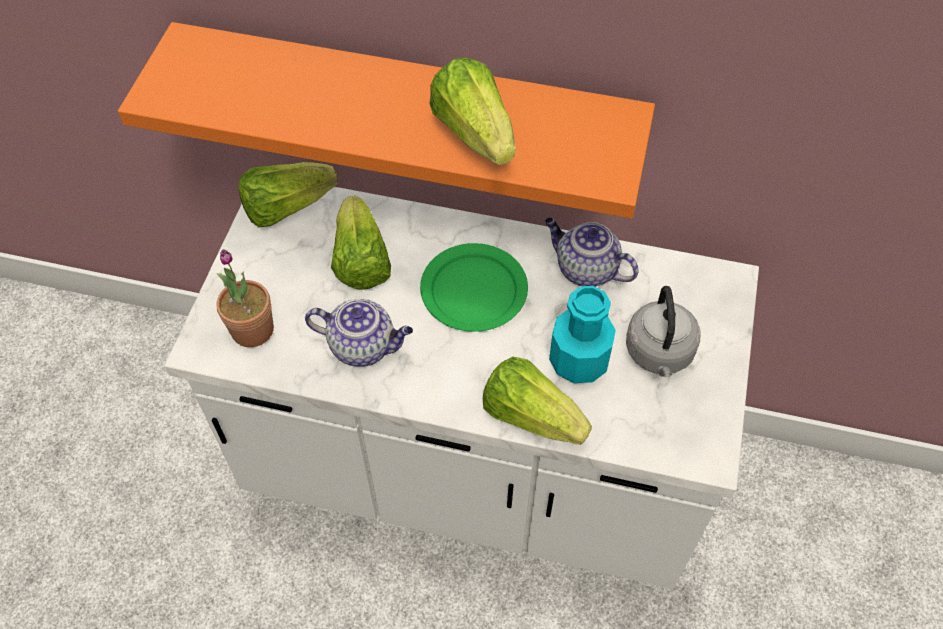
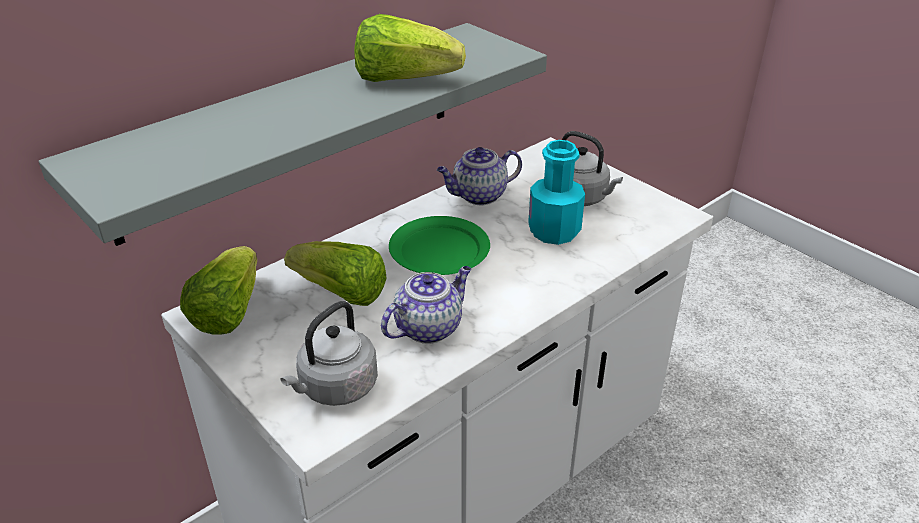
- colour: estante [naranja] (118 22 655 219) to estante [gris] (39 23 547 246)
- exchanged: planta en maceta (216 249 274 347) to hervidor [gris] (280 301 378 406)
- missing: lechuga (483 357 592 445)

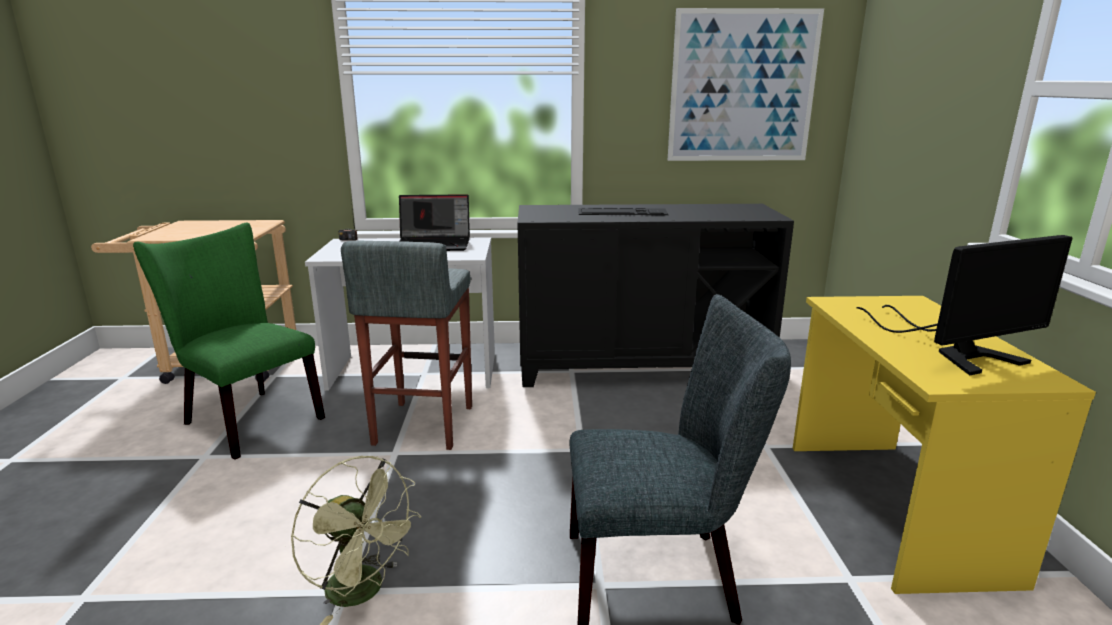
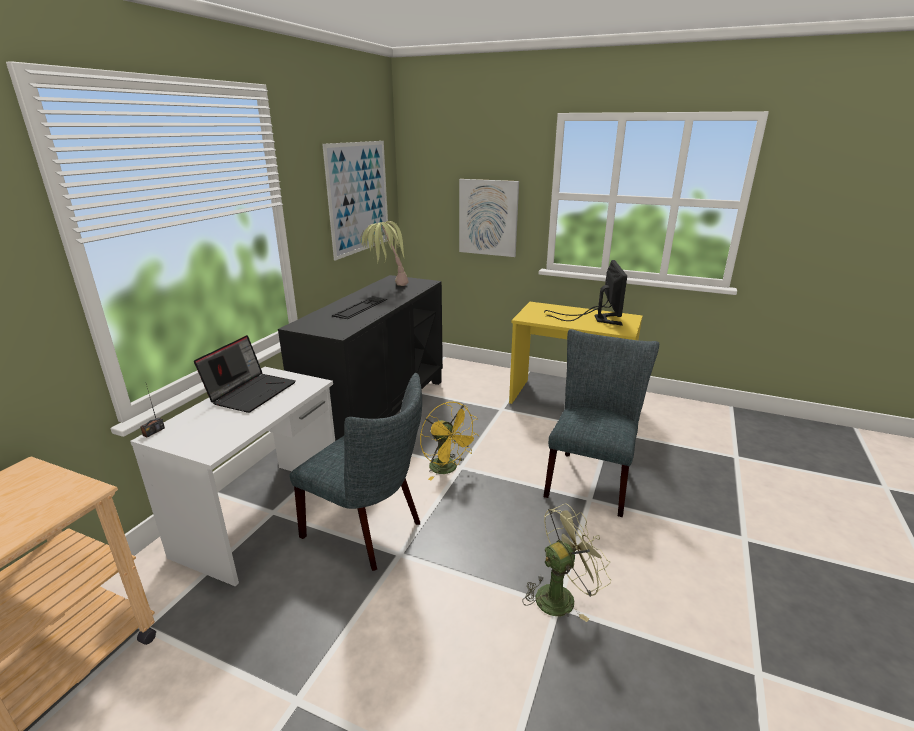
- missing: silla [verde] (133 223 325 460)
- exchanged: taburete [gris] (341 241 472 450) to silla [gris] (290 373 422 571)
- appeared: planta en maceta (360 221 409 286)
- appeared: ventilador [amarillo] (420 402 479 480)
- appeared: cuadro (459 179 519 257)

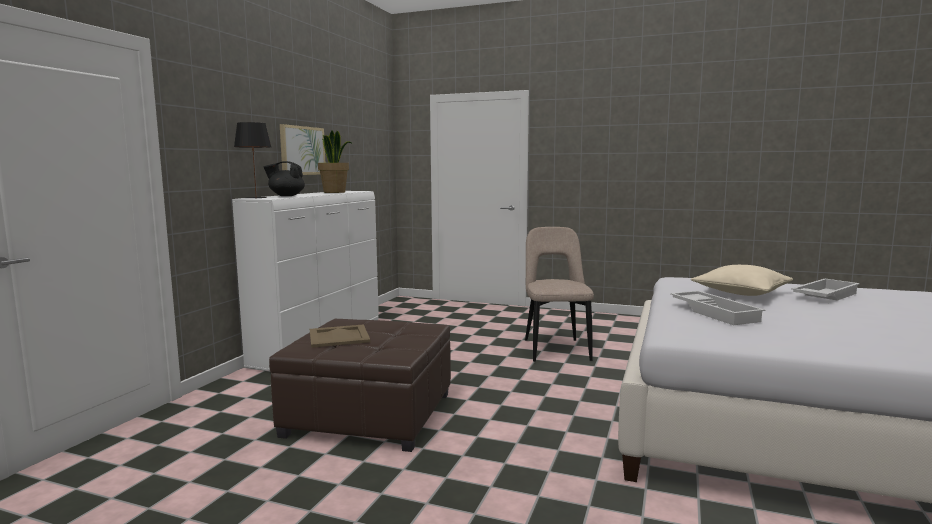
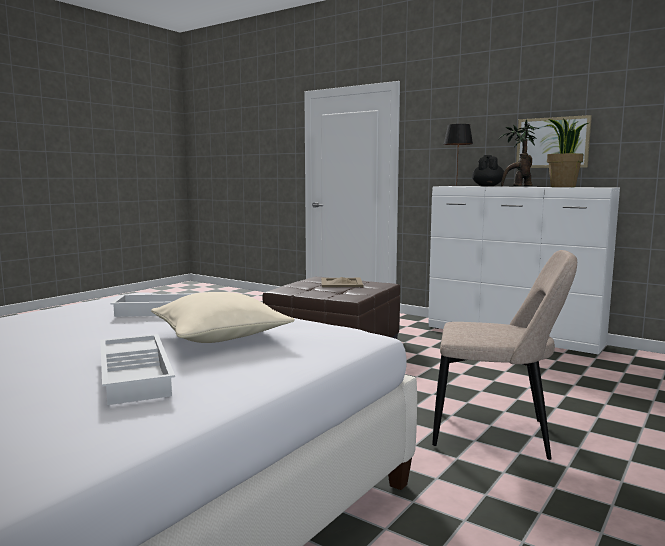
- appeared: planta en maceta (499 119 539 186)

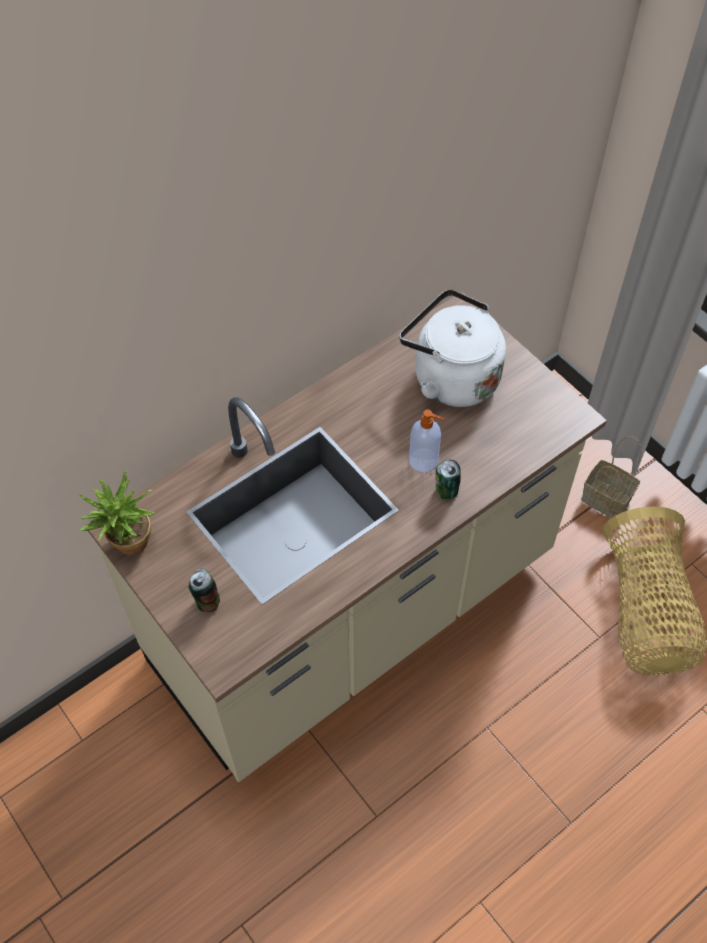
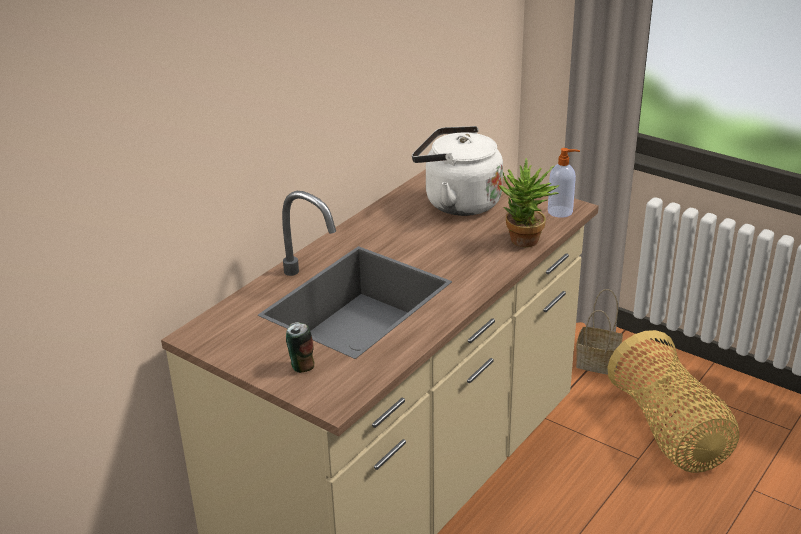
- relocated: planta en maceta (79 469 155 555) to (499 158 560 247)
- relocated: dispensador de jabón (409 409 445 472) to (548 148 580 218)
- missing: lata (435 460 461 499)

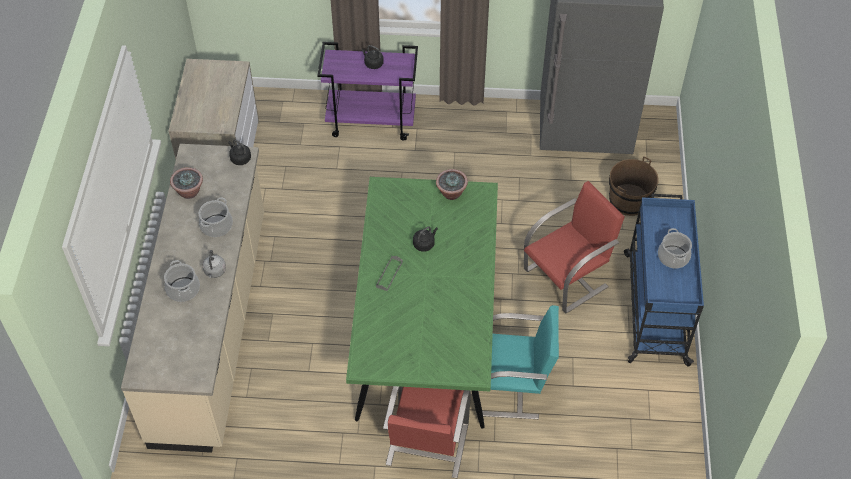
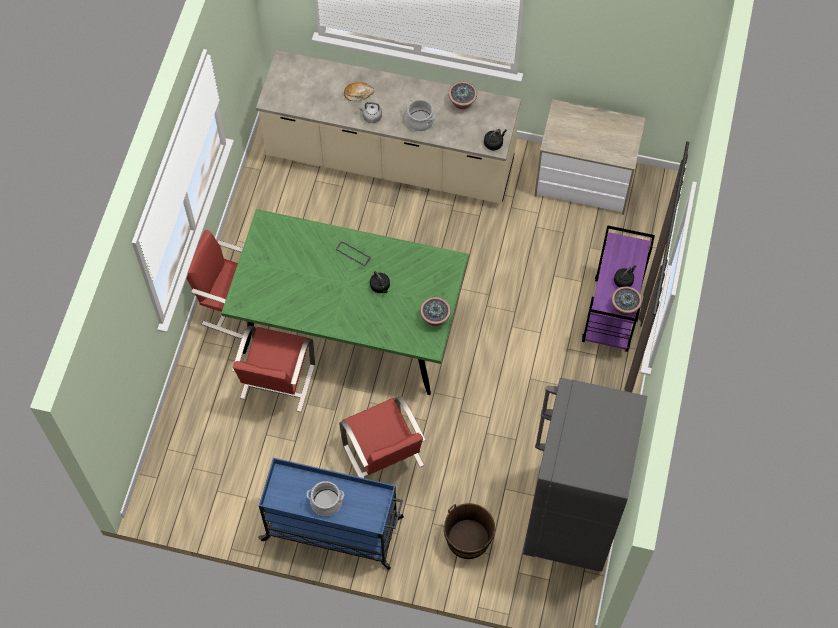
- exchanged: olla (164 260 200 302) to pan (344 82 375 101)
- colour: silla [turquesa] (478 305 559 419) to silla [rojo] (232 325 315 412)
- appeared: planta en maceta (612 286 642 315)

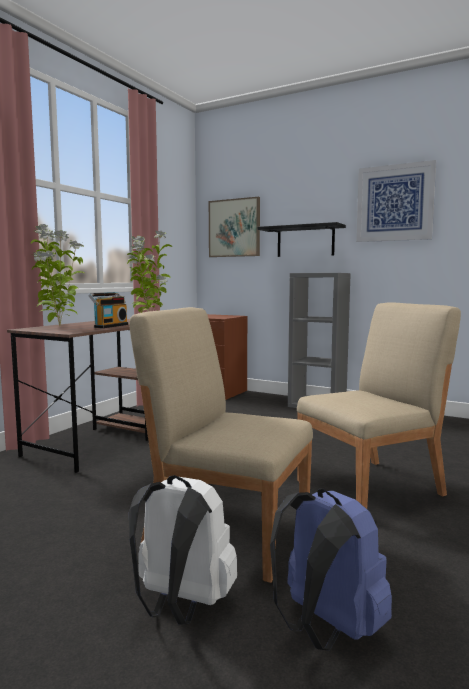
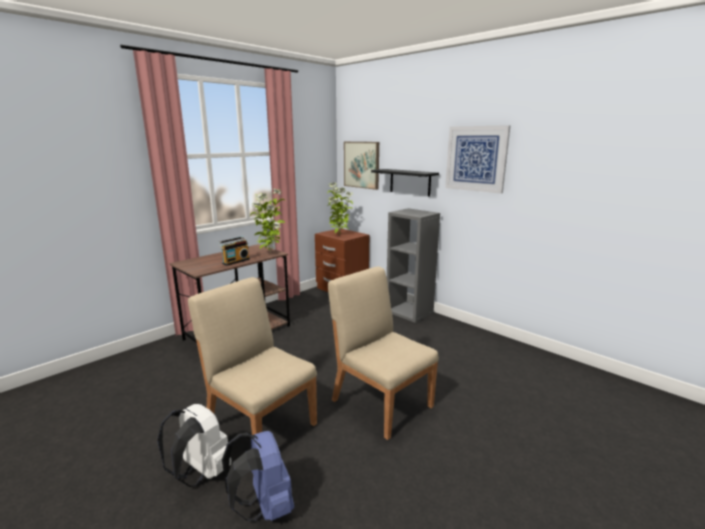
- relocated: planta en maceta (31 224 84 326) to (327 183 353 234)
- spun: silla [beis] (297 302 461 509) = (328 266 439 440) 120 degrees counterclockwise

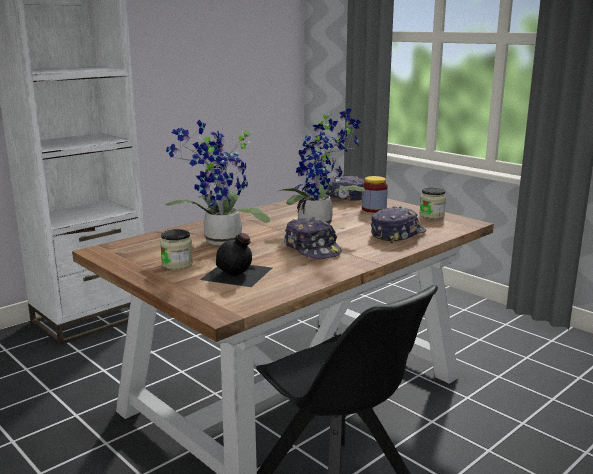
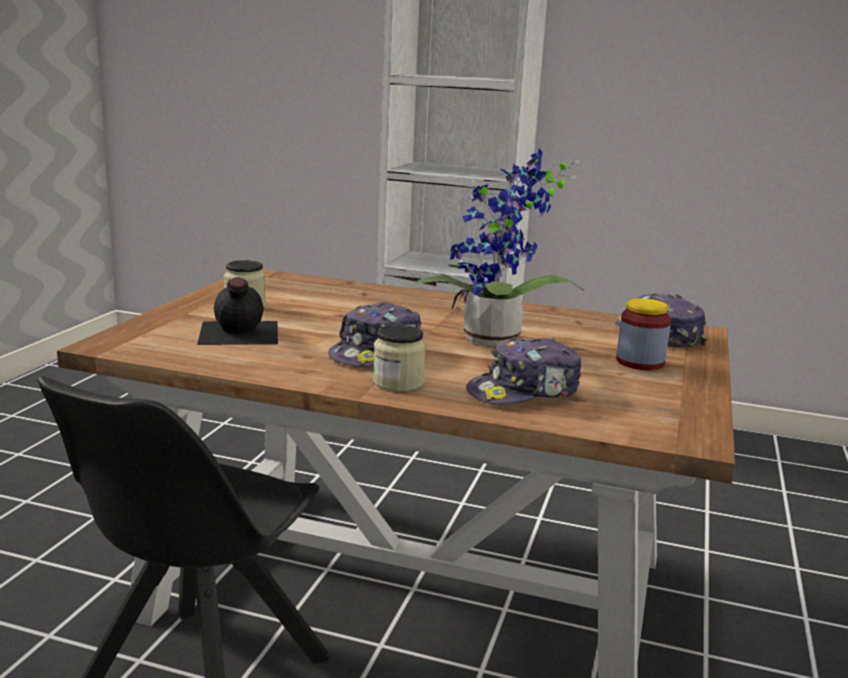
- missing: planta en maceta (166 120 270 245)
- spun: gorra (371 207 426 243) = (466 337 581 405) 135 degrees clockwise
- relocated: tarro (419 188 446 219) to (373 325 426 391)

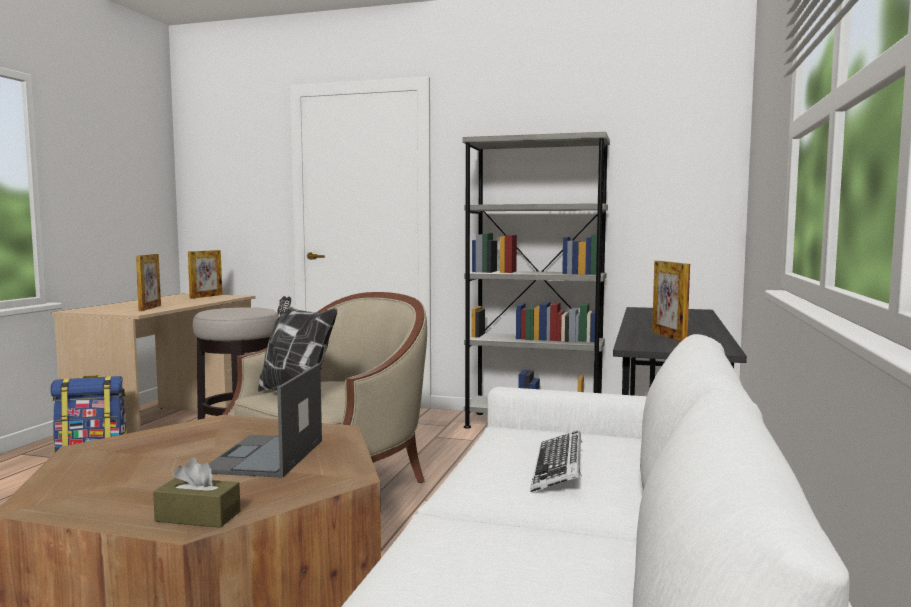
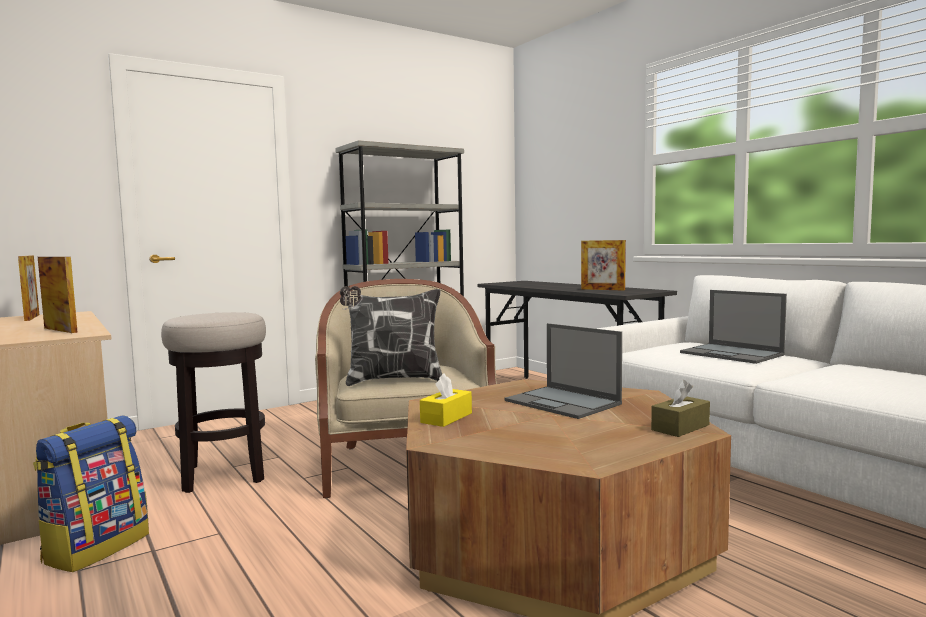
- exchanged: teclado (530 431 582 492) to portátil (680 290 787 364)
- appeared: caja de pañuelos [amarillo] (420 373 472 427)

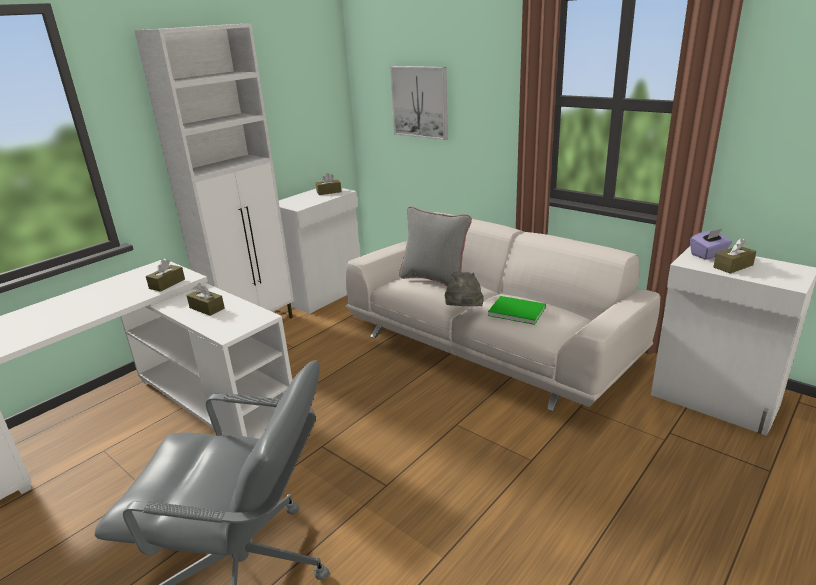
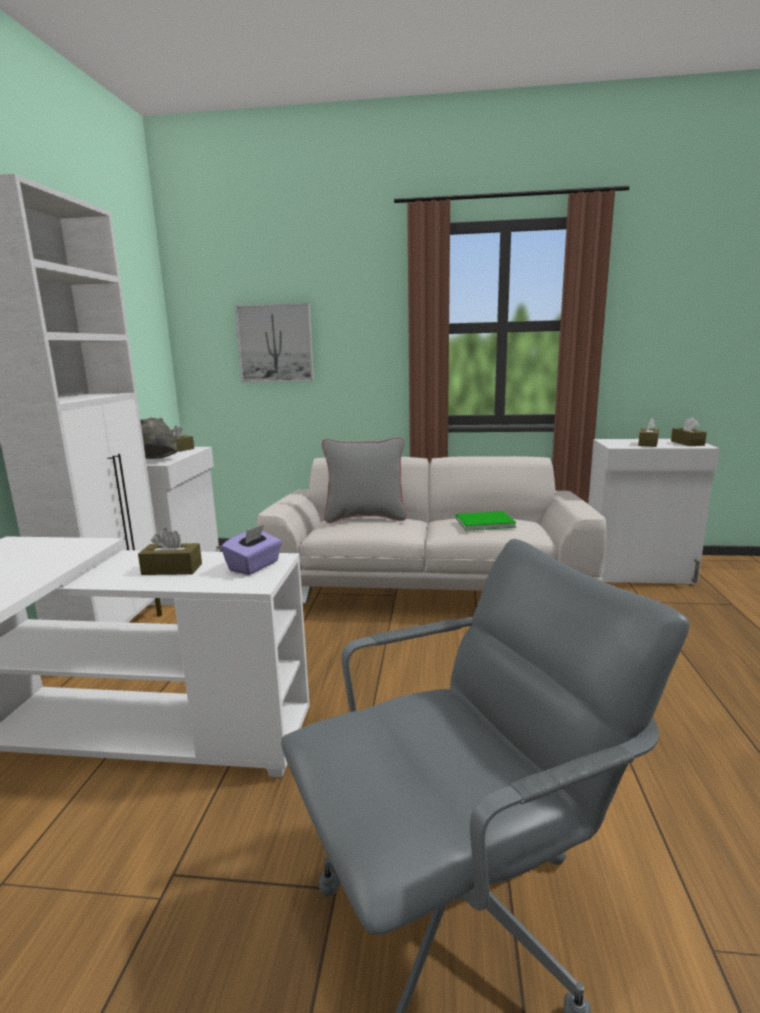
- relocated: caja de pañuelos [marrón] (146 259 185 292) to (671 417 707 446)
- relocated: sombrero [gris] (445 272 484 306) to (140 418 177 459)
- relocated: caja de pañuelos [morado] (690 229 732 260) to (221 525 282 575)

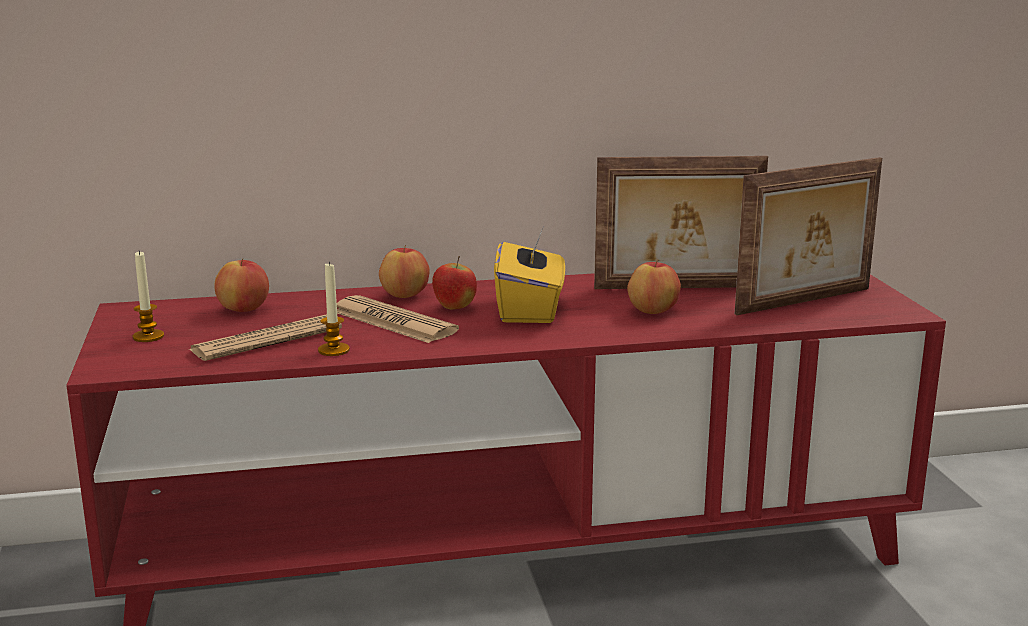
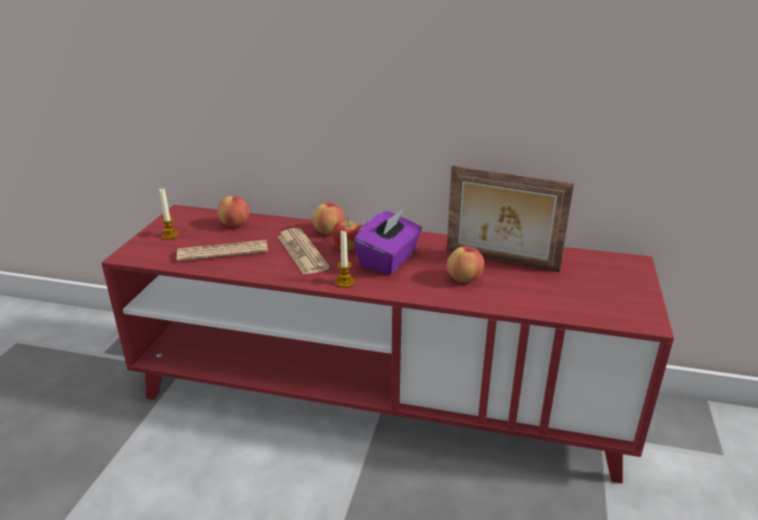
- relocated: vela (318 262 350 356) to (335 230 355 288)
- colour: caja de pañuelos [amarillo] (494 228 565 323) to caja de pañuelos [morado] (354 208 422 275)
- missing: portarretratos (735 157 882 315)

